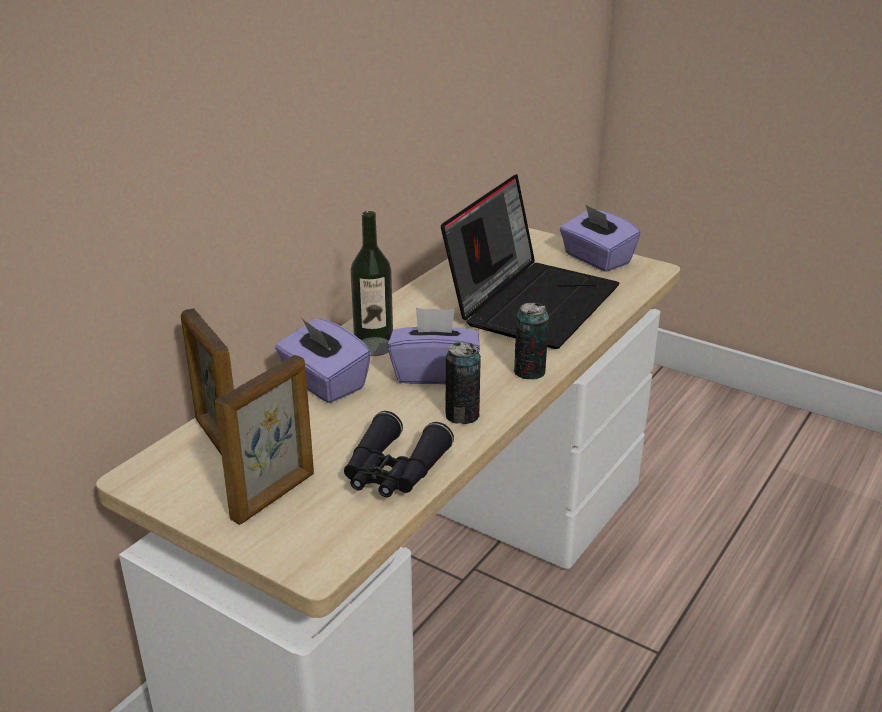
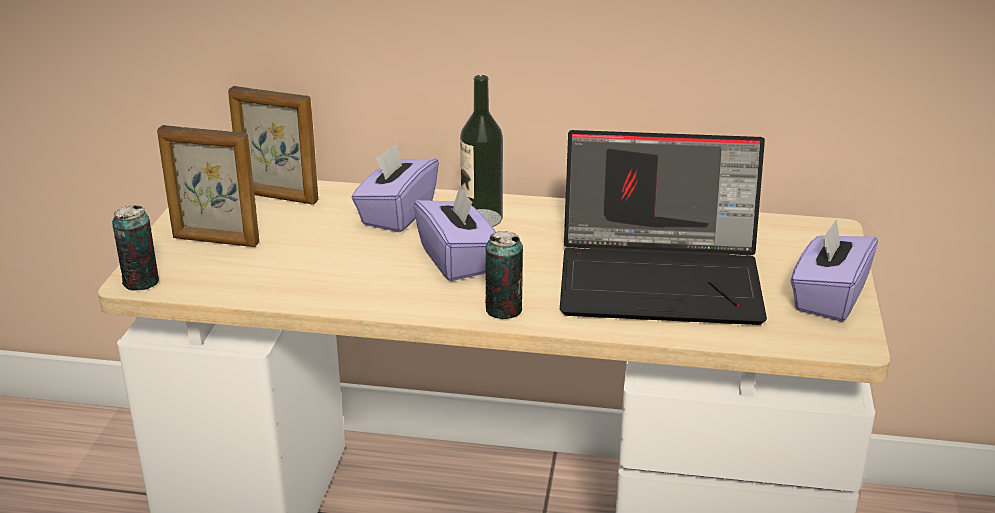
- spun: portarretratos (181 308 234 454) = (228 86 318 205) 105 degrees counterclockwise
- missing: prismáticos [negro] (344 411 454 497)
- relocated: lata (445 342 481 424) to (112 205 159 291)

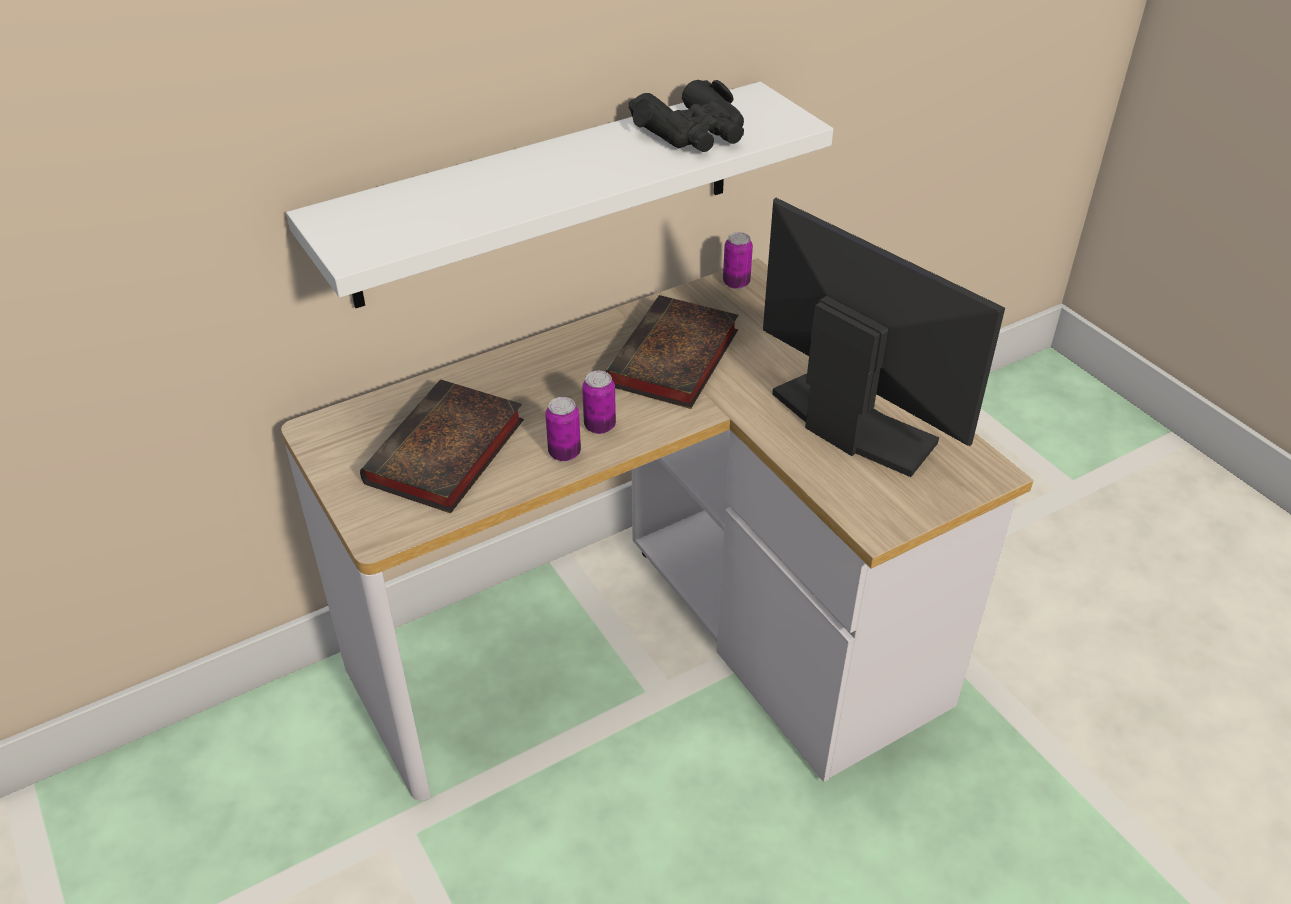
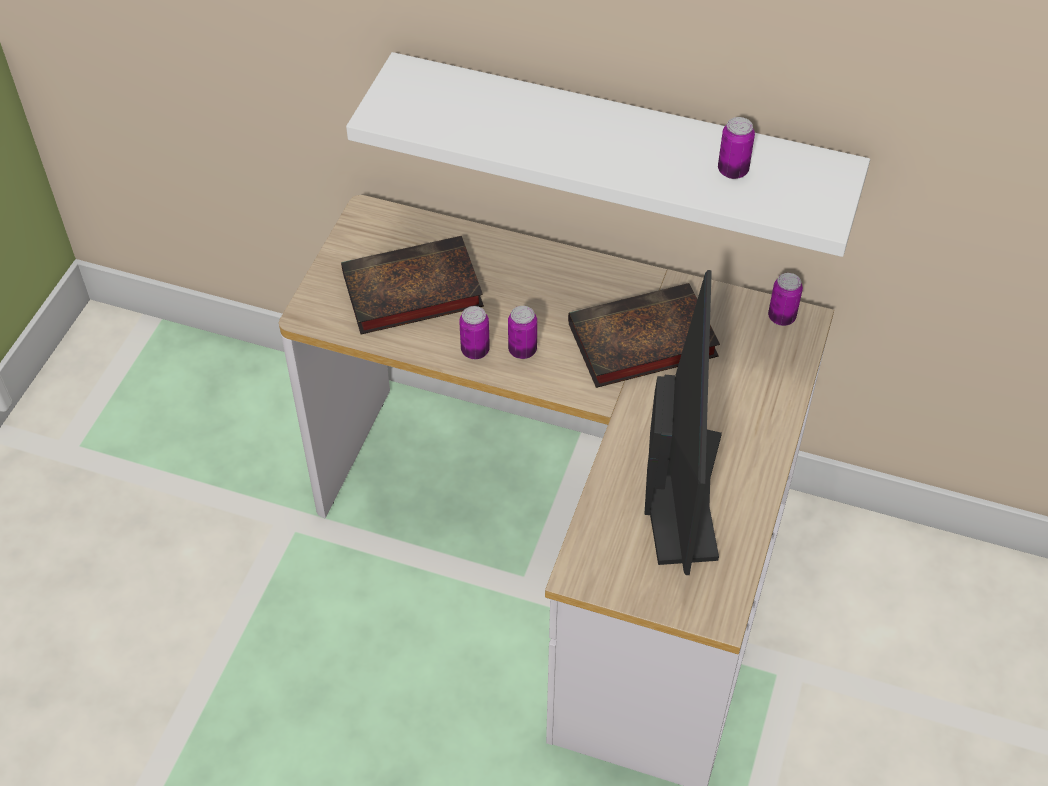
- exchanged: prismáticos [negro] (628 80 744 152) to lata (718 117 755 179)

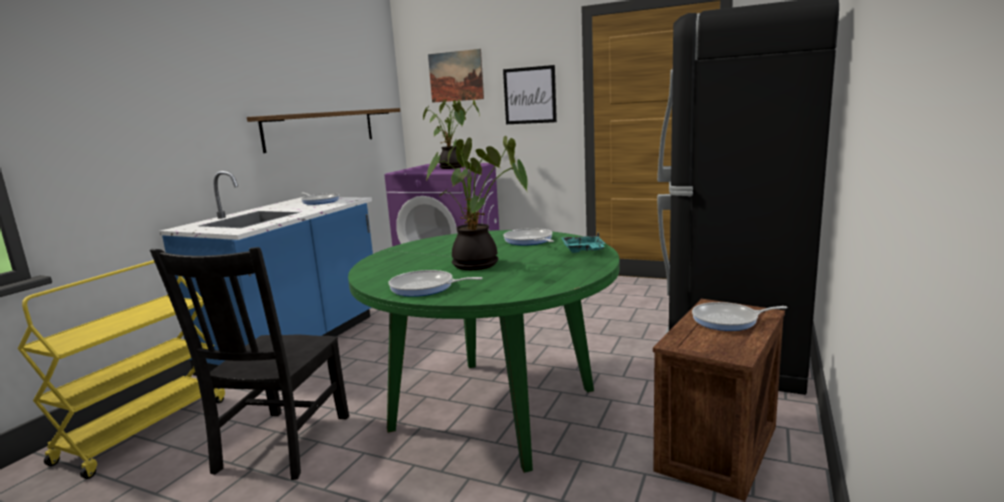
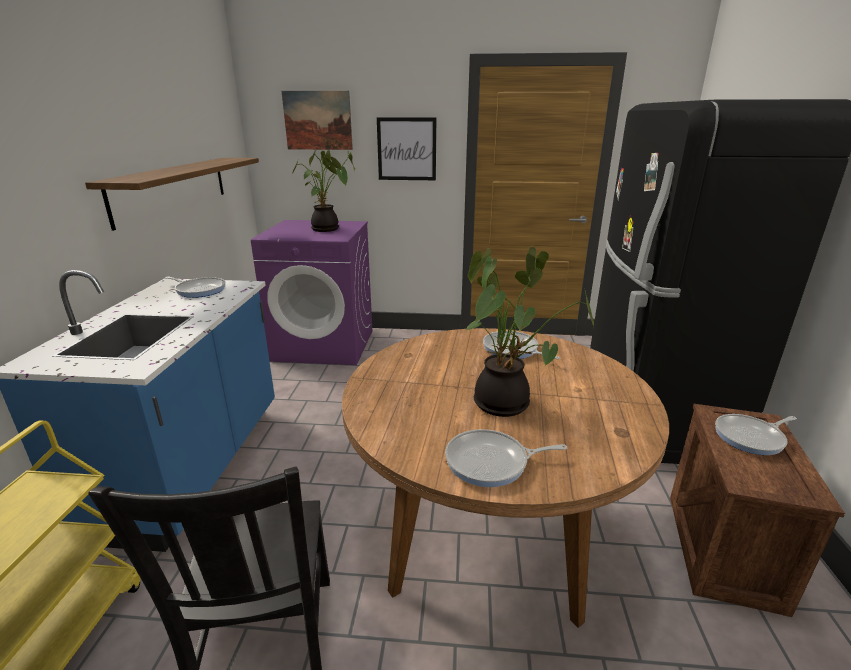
- colour: mesa de comedor [verde] (348 230 620 473) to mesa de comedor [marrón] (342 328 669 628)
- missing: bandeja [turquesa] (561 232 606 253)

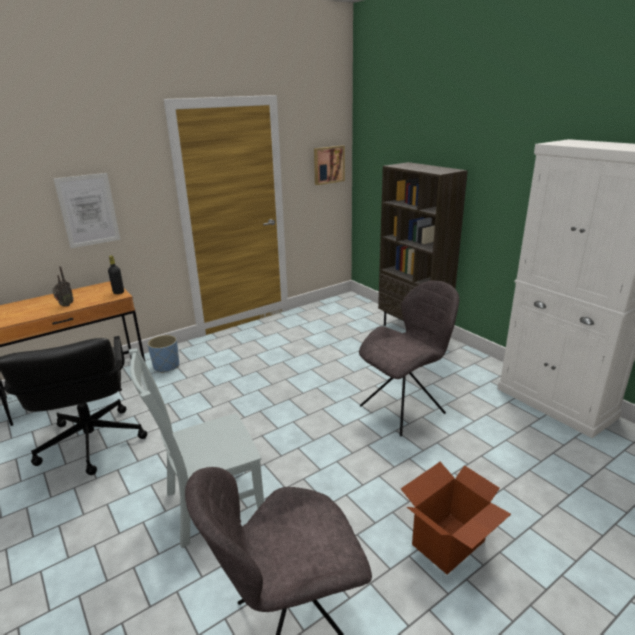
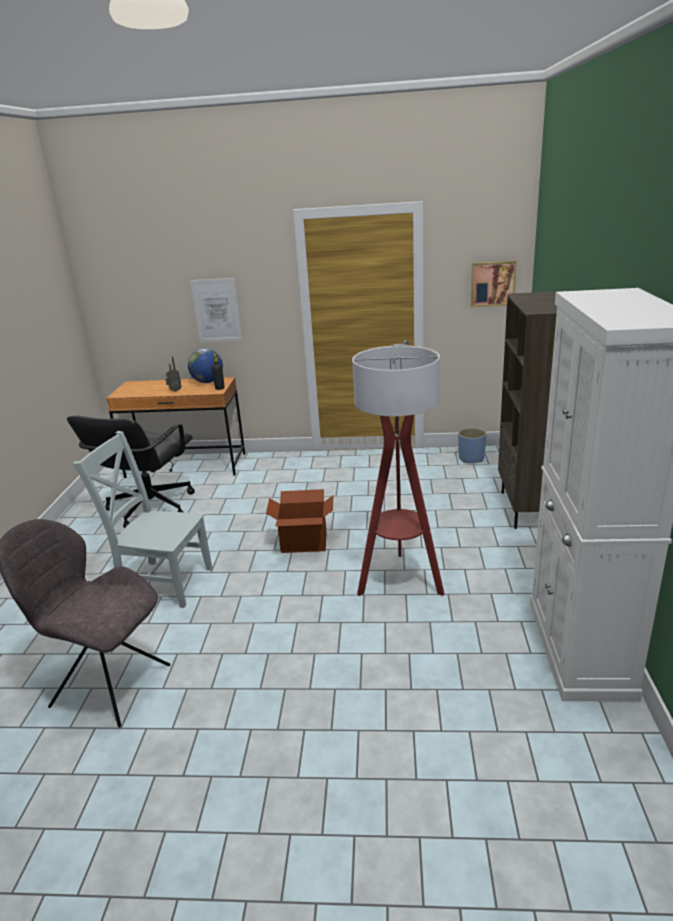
- relocated: maceta [azul] (147 335 179 373) to (458 428 487 463)
- exchanged: silla [gris] (359 280 459 436) to lámpara de pie (352 345 444 596)
- relocated: caja de cartón (401 462 511 575) to (266 489 333 553)
- appeared: globo terráqueo (188 348 223 383)

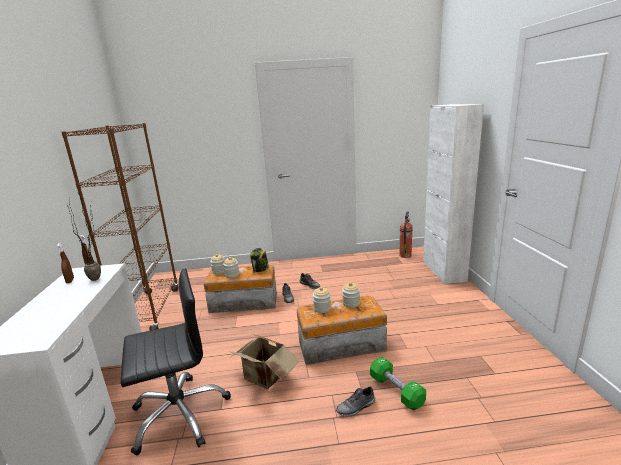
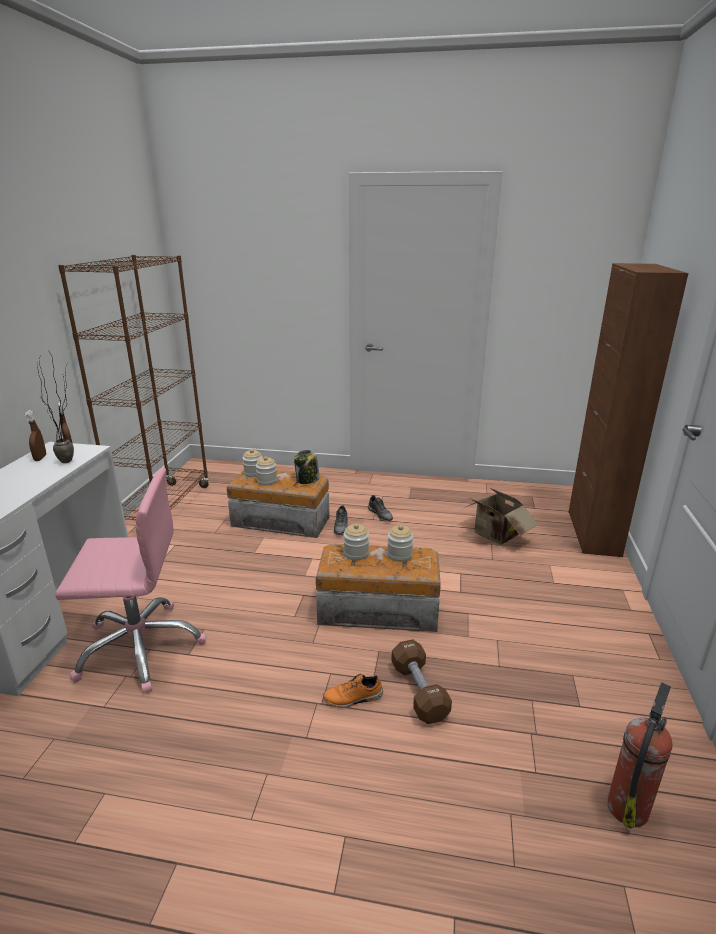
- colour: silla de oficina [negro] (121 269 231 456) to silla de oficina [rosa] (55 468 207 693)
- relocated: caja de cartón (231 334 300 390) to (464 488 539 545)
- colour: zapato [gris] (336 387 375 417) to zapato [naranja] (323 674 383 708)
- colour: mancuerna [verde] (370 357 426 410) to mancuerna [marrón] (391 639 452 724)
- relocated: extintor (399 212 413 258) to (607 682 672 829)
- colour: armario [blanco] (423 104 484 284) to armario [marrón] (568 263 688 557)

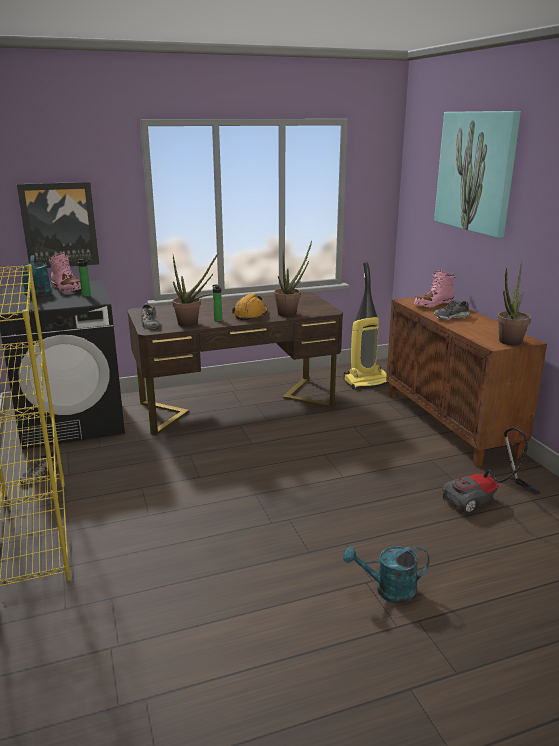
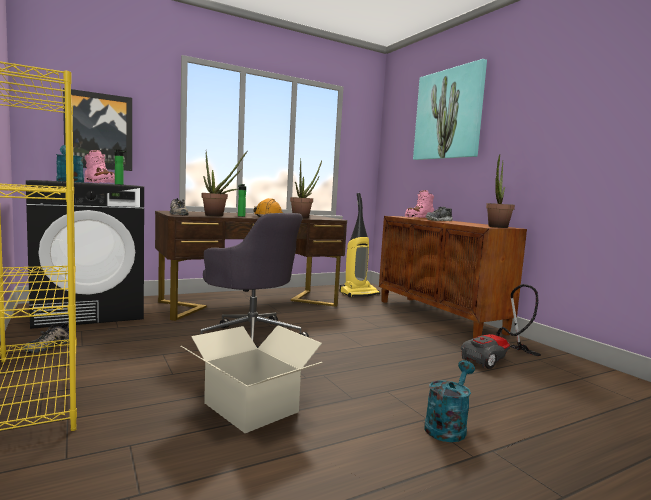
- spun: regadera [turquesa] (343 546 429 604) = (424 360 475 442) 135 degrees clockwise
- appeared: caja de cartón (181 325 322 433)
- appeared: silla de oficina [gris] (200 213 309 348)

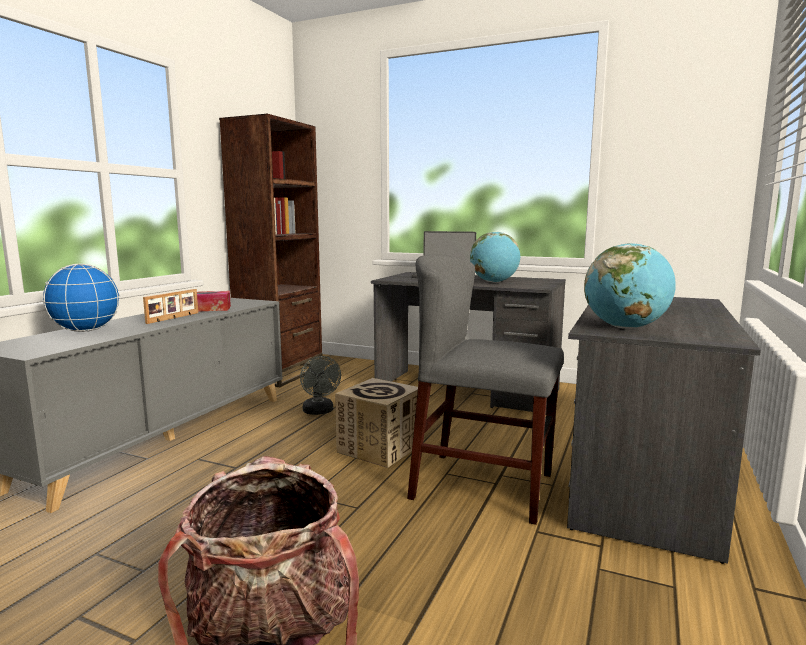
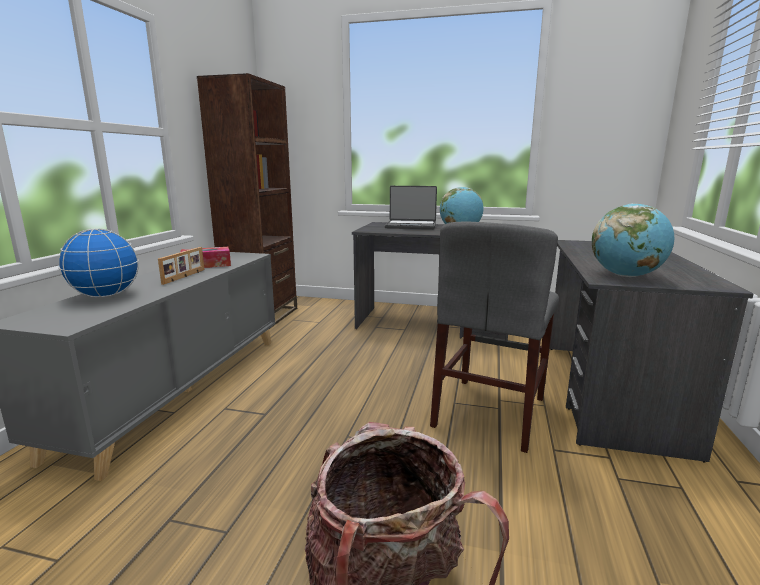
- missing: ventilador [gris] (300 356 341 415)
- missing: caja de cartón (335 378 418 468)
- spun: silla [gris] (407 254 564 525) = (430 222 559 453) 75 degrees counterclockwise

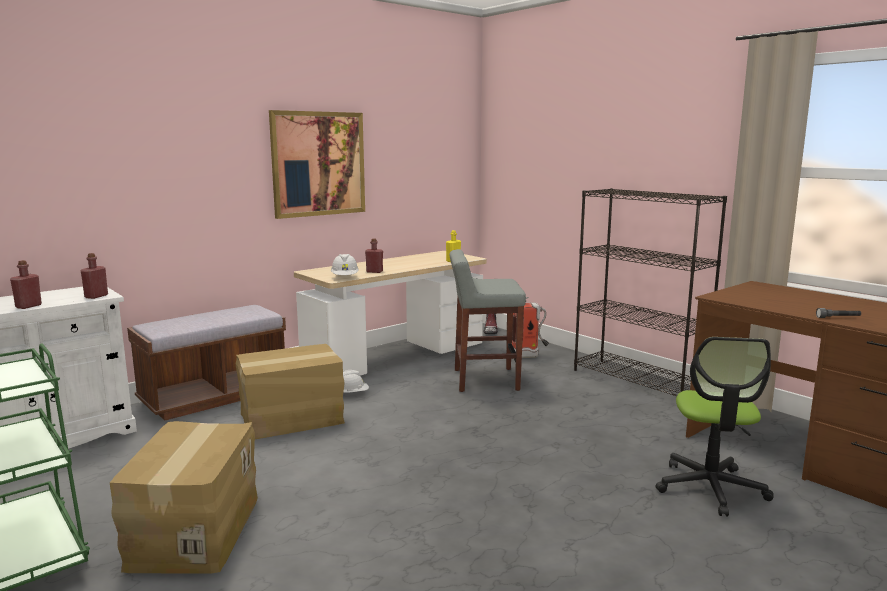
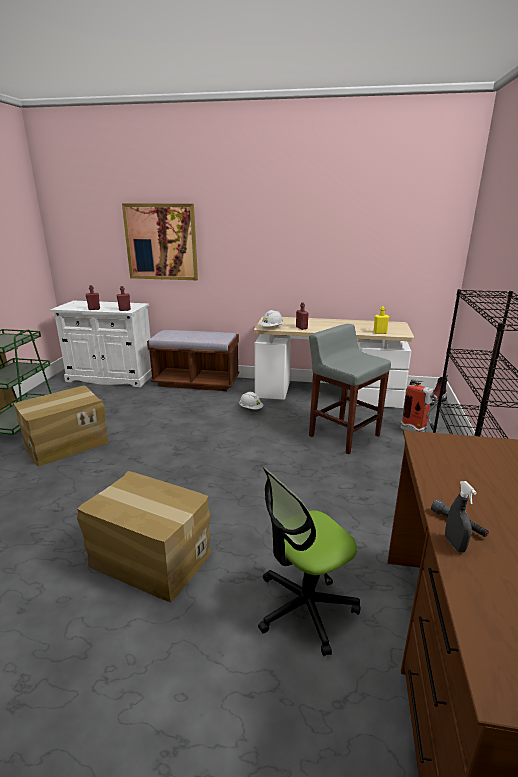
- relocated: caja de cartón (236 344 345 439) to (77 471 211 602)
- relocated: cuadro (269 110 365 219) to (122 203 198 280)
- appeared: pulverizador [gris] (445 481 477 553)

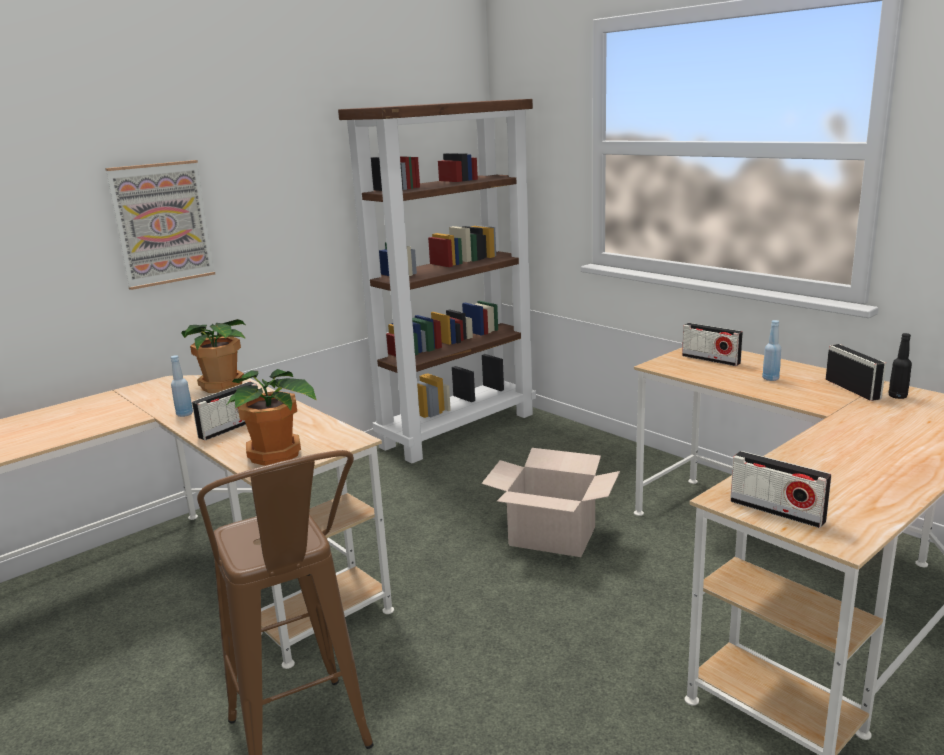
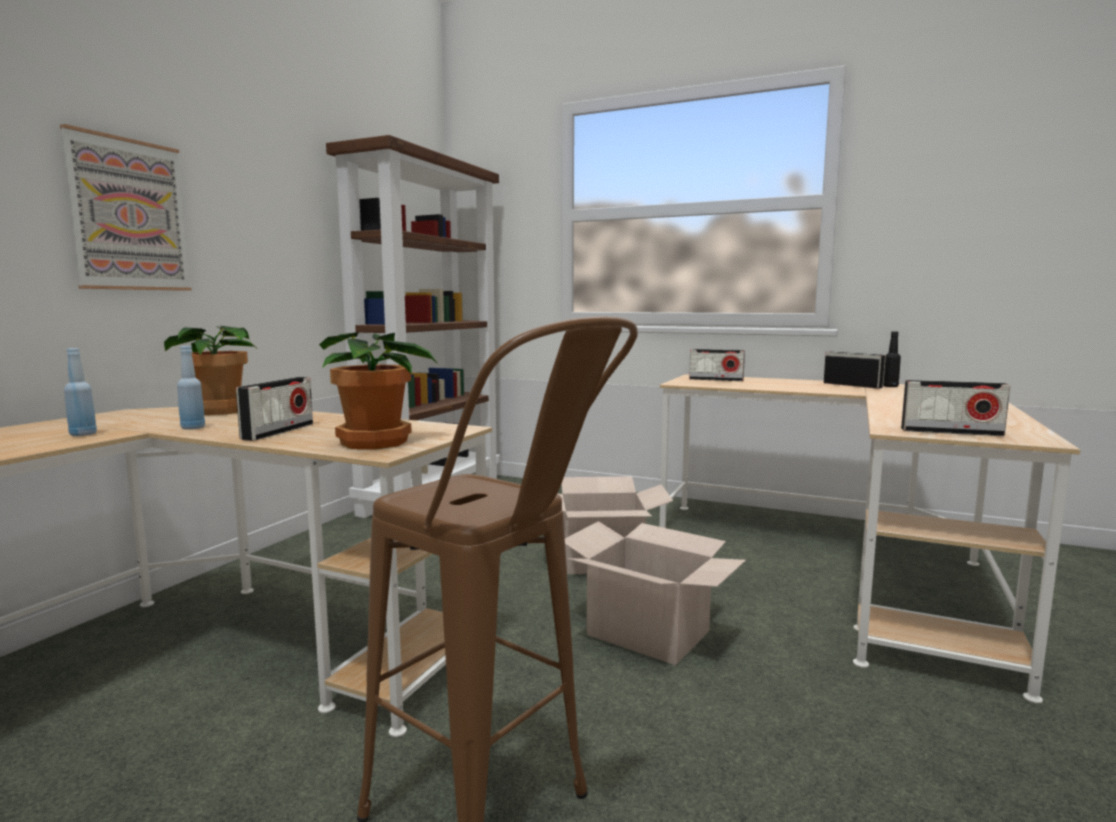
- relocated: botella [azul] (762 320 781 381) to (64 348 97 436)
- appeared: caja de cartón (565 521 746 665)

